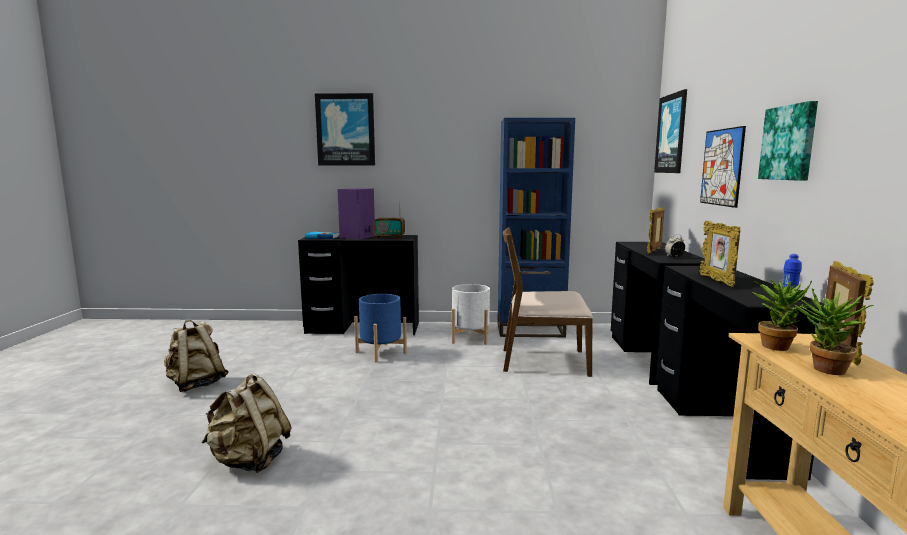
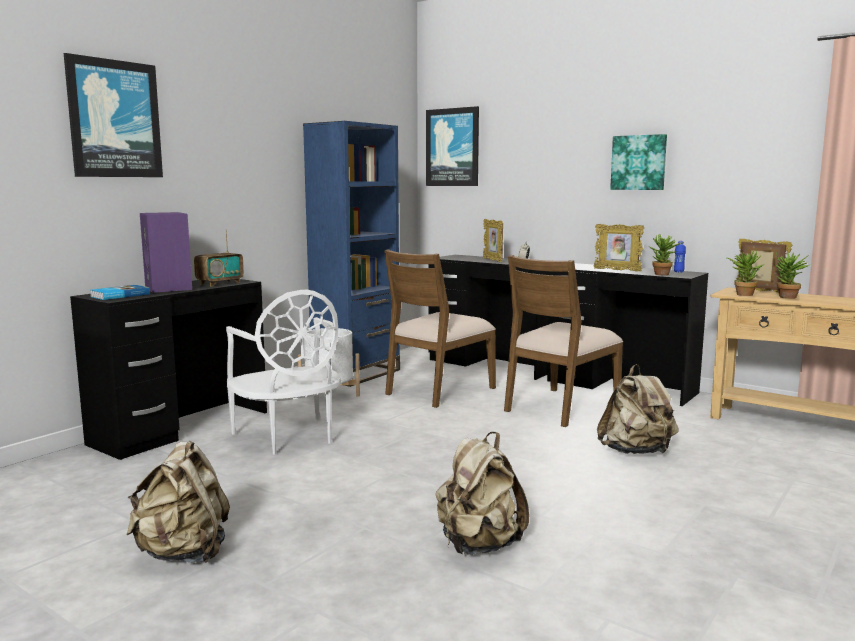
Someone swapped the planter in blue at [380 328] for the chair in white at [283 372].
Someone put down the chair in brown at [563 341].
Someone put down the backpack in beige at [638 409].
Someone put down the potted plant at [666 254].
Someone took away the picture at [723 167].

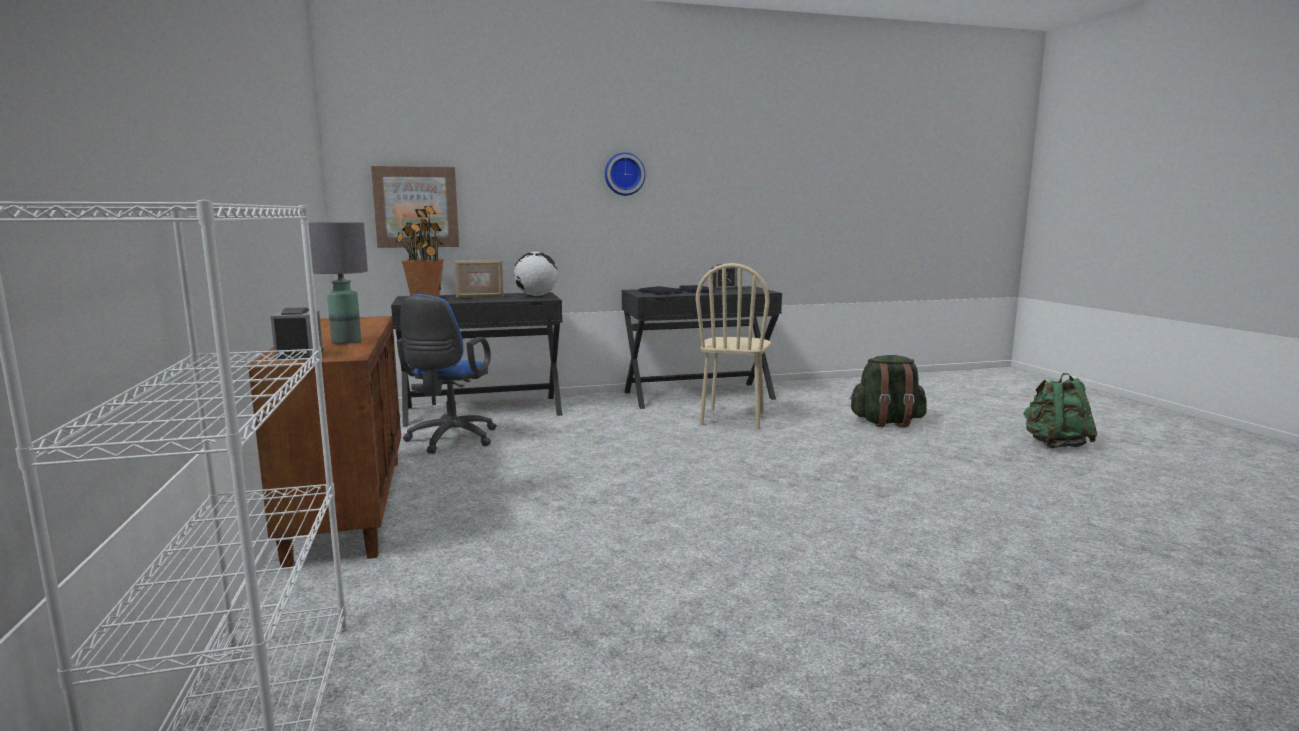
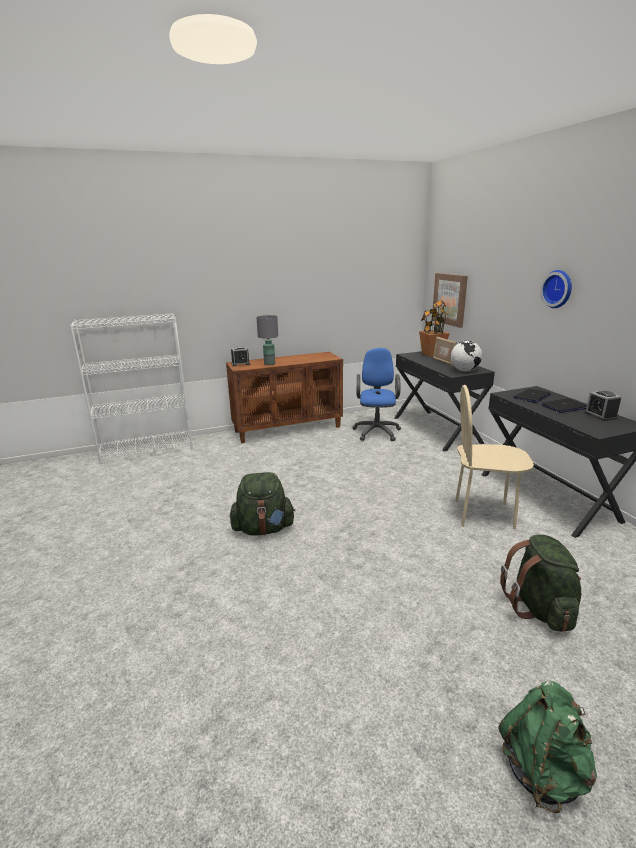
Someone put down the backpack in green at [262 504].
Someone rotated the office chair in blue at [447 374] by 90 degrees clockwise.

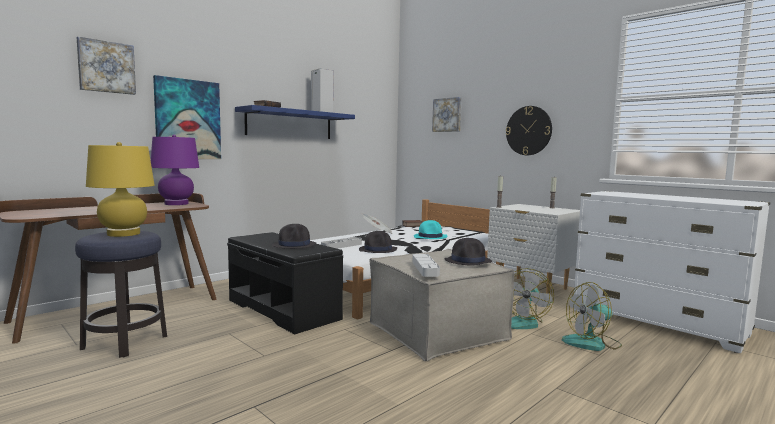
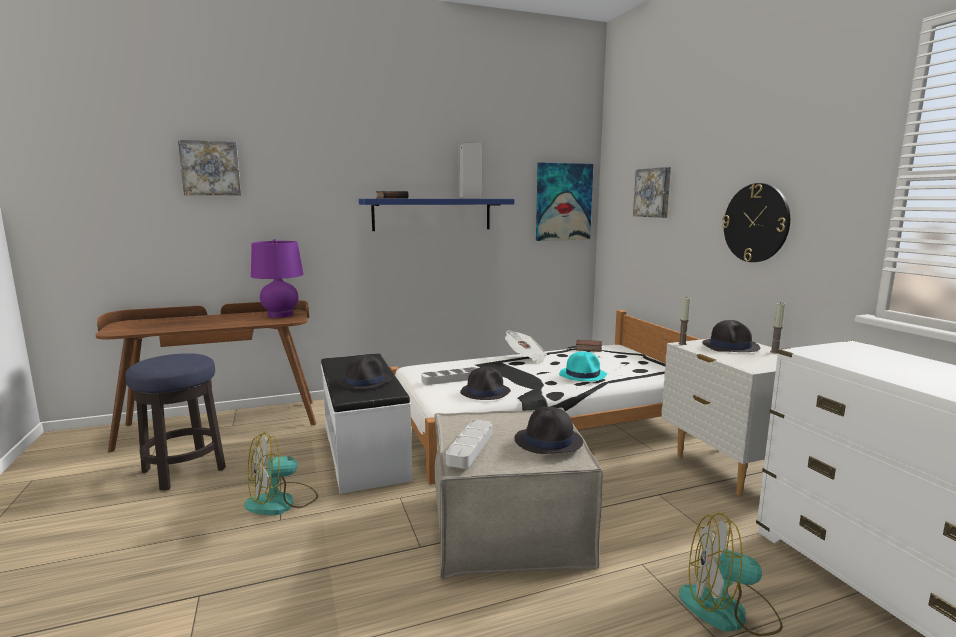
Someone carried the fan from [532 298] to [281 473].
Someone repainted the bench in black at [285 283], which became the bench in white at [367 423].
Someone carried the picture from [187 117] to [565 201].
Someone put down the hat in black at [731 336].
Someone took away the table lamp in yellow at [120 189].

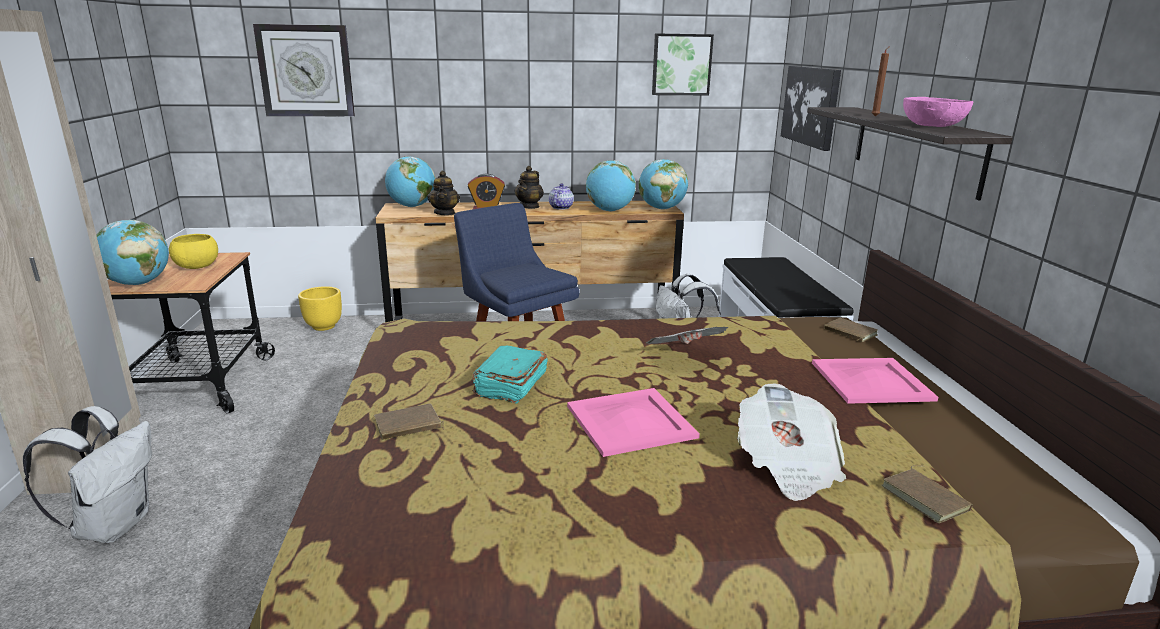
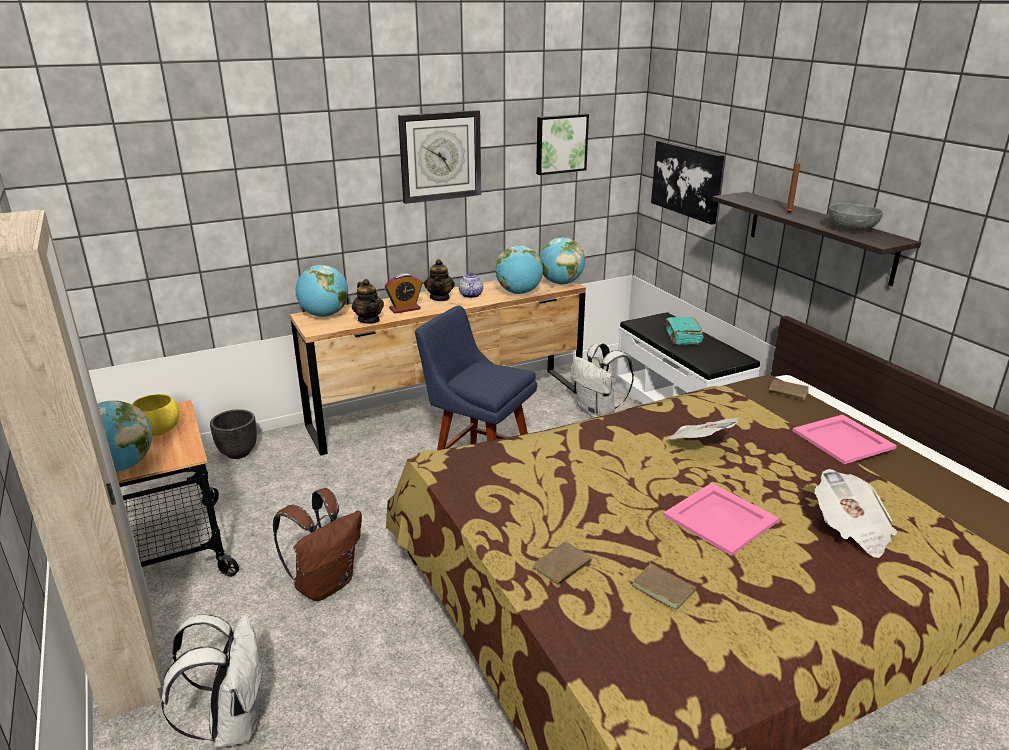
Someone repainted the planter in yellow at [320 308], which became the planter in black at [233 434].
Someone put down the backpack in brown at [317 544].
Someone carried the wall clock from [304 70] to [439 157].
Someone carried the book in brown from [927 494] to [663 584].
Someone carried the book in turquoise from [510 374] to [685 331].
Someone repainted the bowl in pink at [938 112], which became the bowl in grey at [856 217].

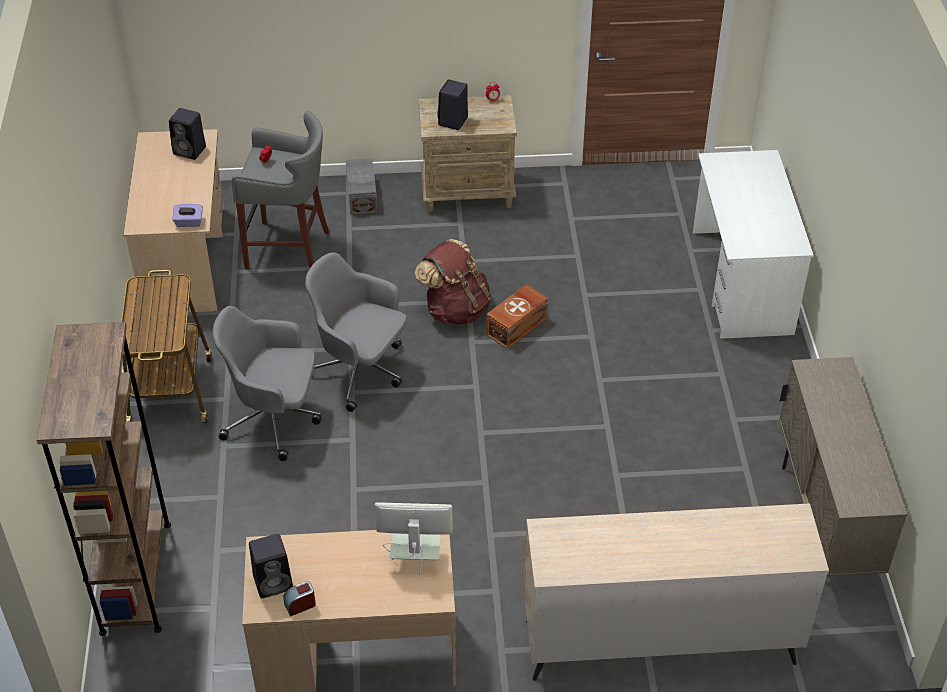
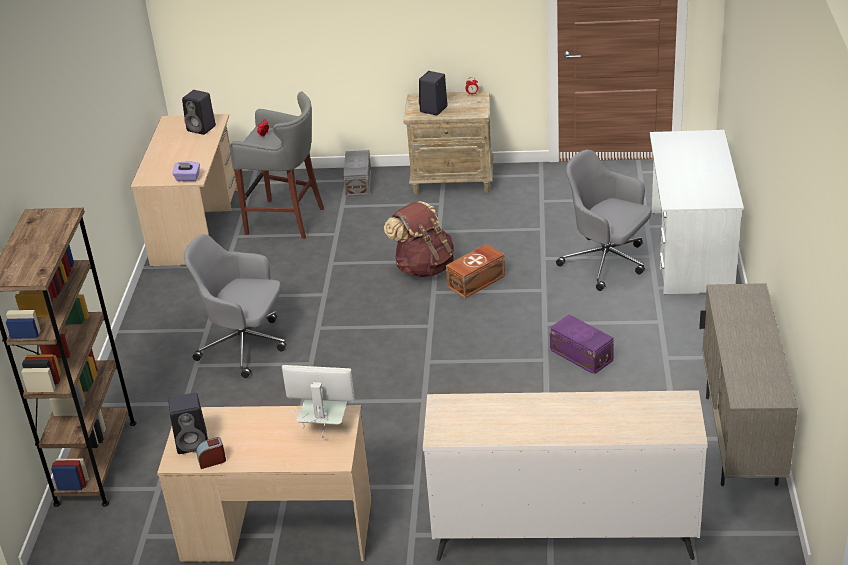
Someone put down the storage box in purple at [582 344].
Someone carried the office chair in grey from [356 332] to [604 220].
Someone took away the cart at [166 346].

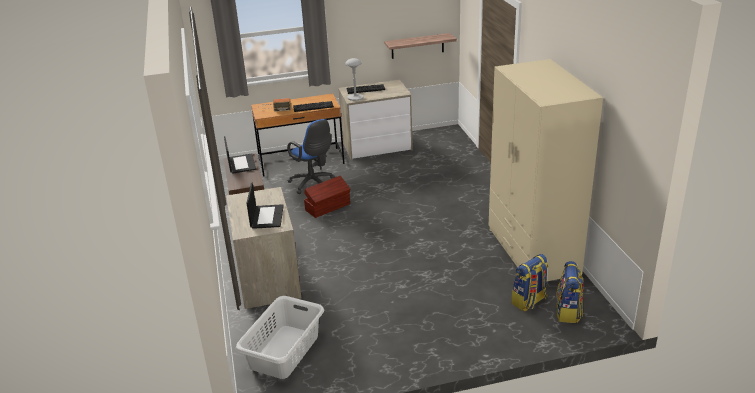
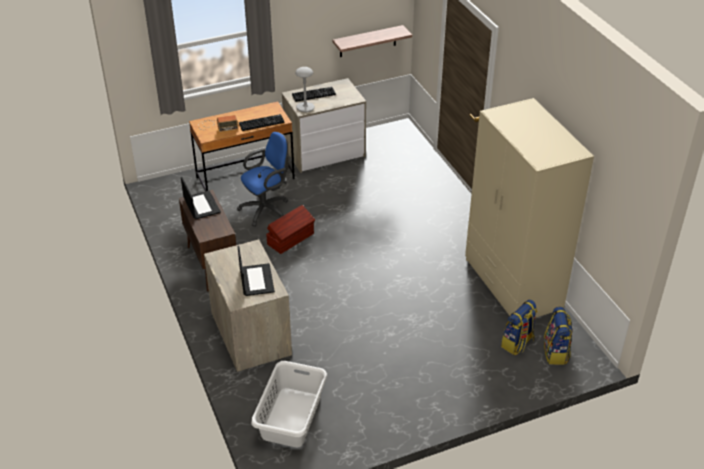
Someone rotated the office chair in blue at [311 156] by 75 degrees counterclockwise.

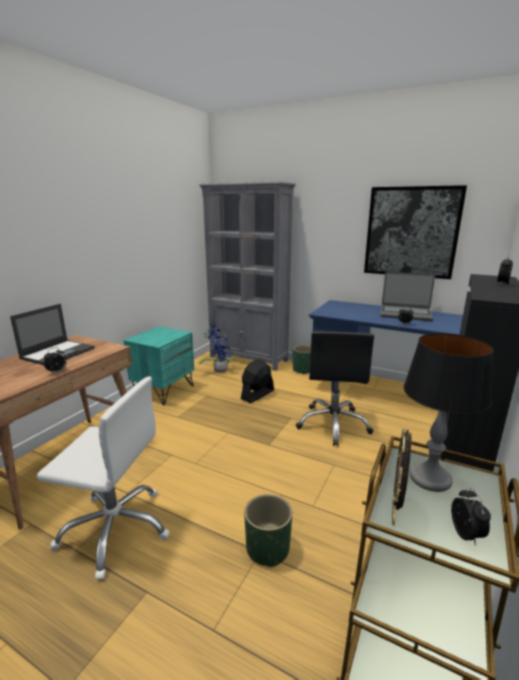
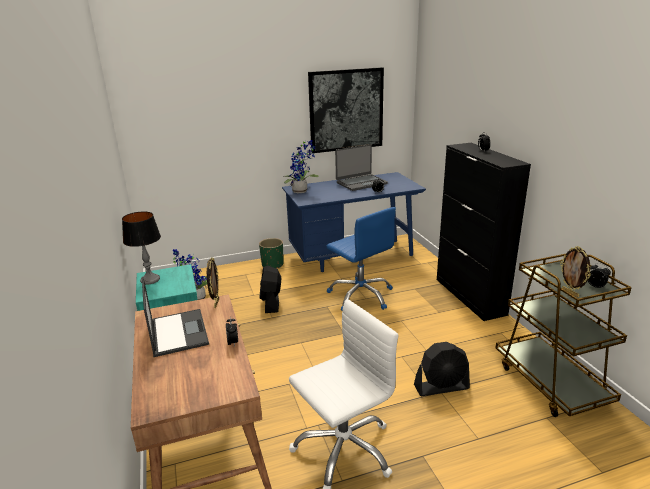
Someone carried the table lamp from [448 412] to [141 248].
Someone put down the picture frame at [213 282].
Someone put down the potted plant at [301 166].
Someone repainted the office chair in black at [335 388], which became the office chair in blue at [361 259].
Someone swapped the planter in green at [268 531] for the fan in black at [442 369].
Someone took away the bookcase in grey at [247 276].

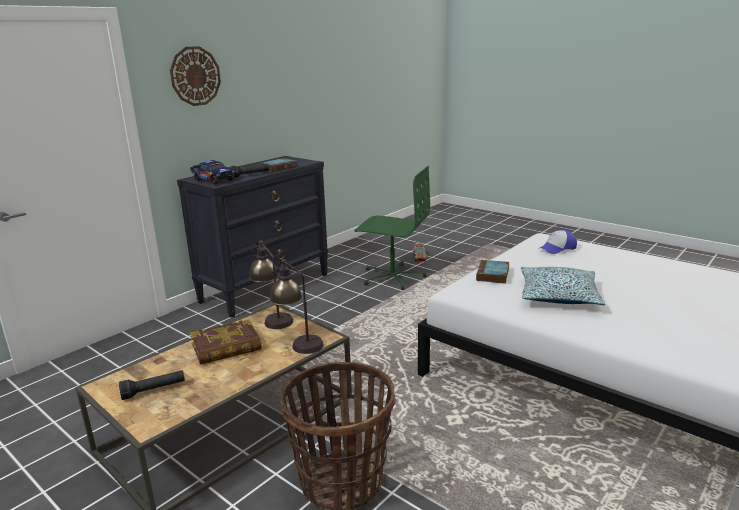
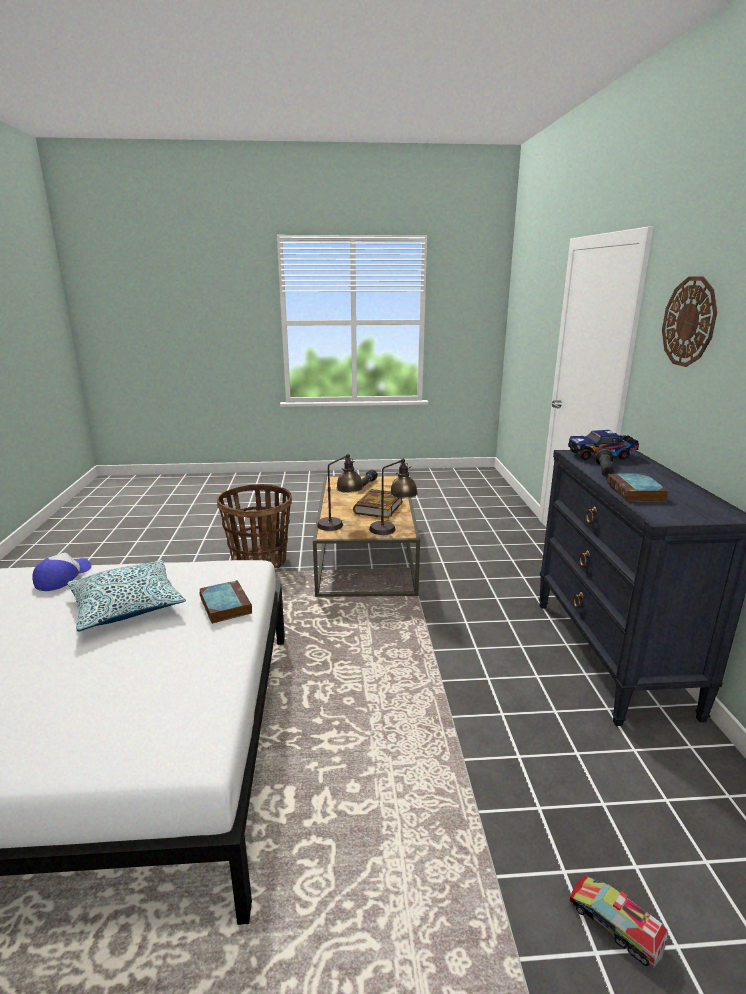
Someone carried the cap from [557 242] to [61 571].
Someone took away the office chair in green at [392 228].

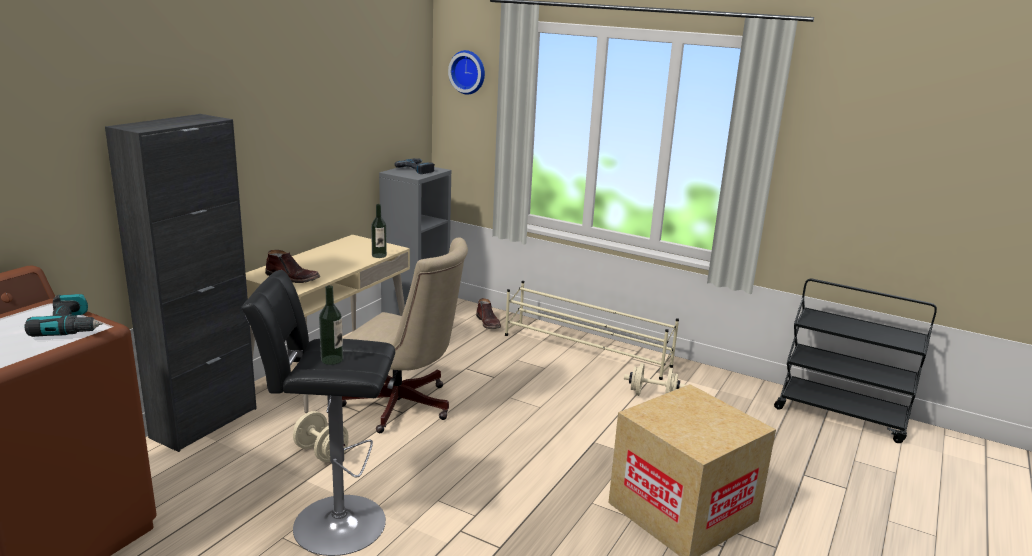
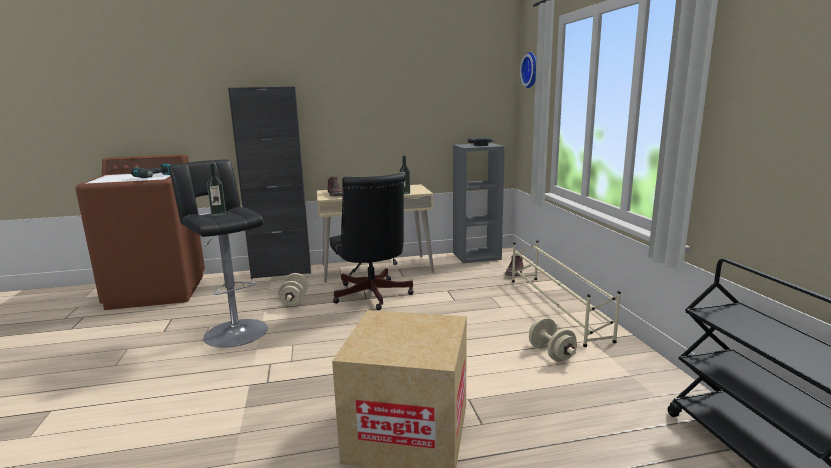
Someone repainted the office chair in beige at [405 335], which became the office chair in black at [372 241].

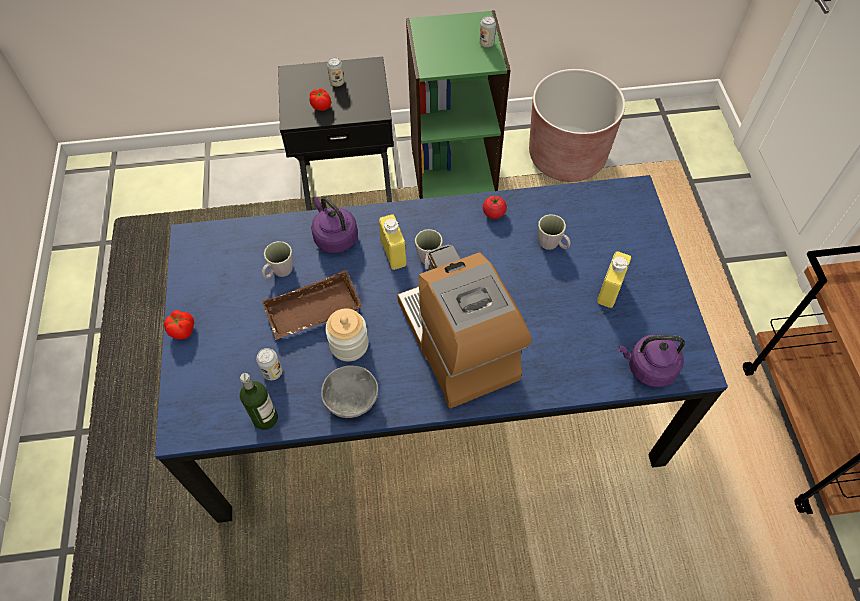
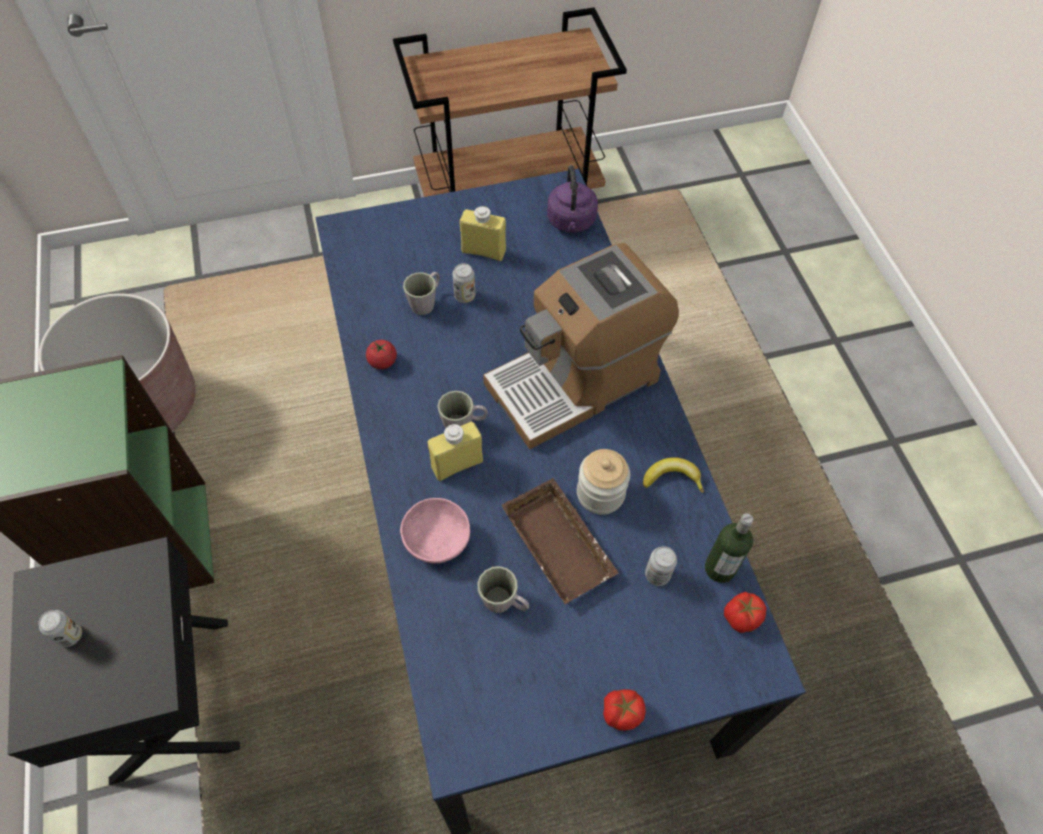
Someone swapped the kettle in purple at [334 225] for the bowl in pink at [435 530].
Someone carried the can from [487 31] to [463 283].
Someone swapped the bowl in grey at [349 391] for the banana at [673 475].
Someone carried the tomato from [320 99] to [745 612].

